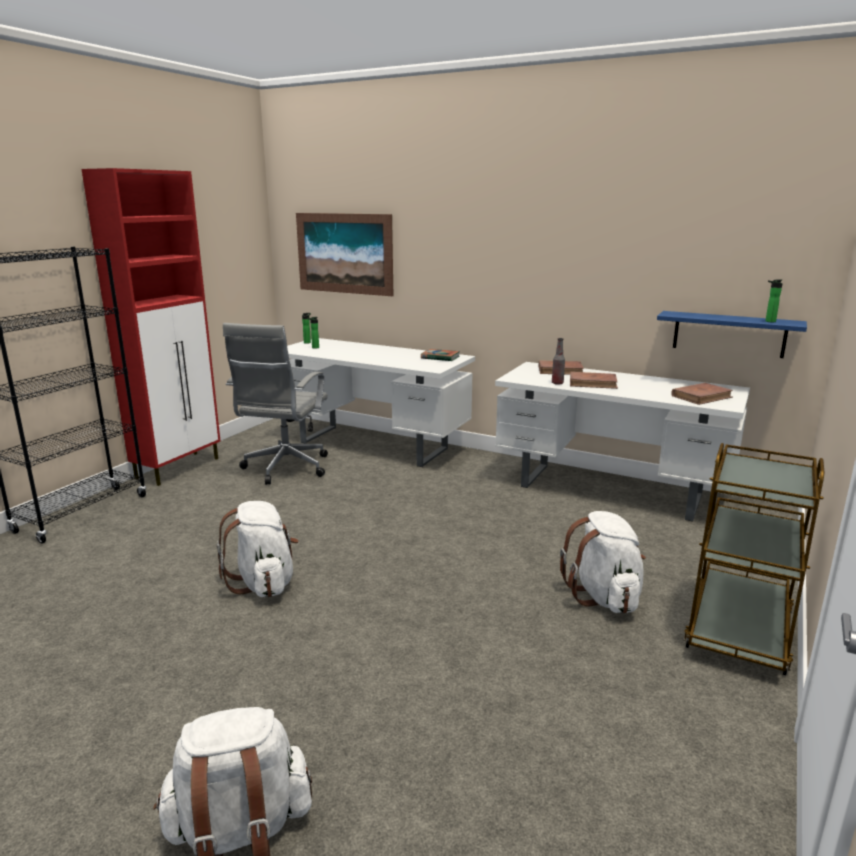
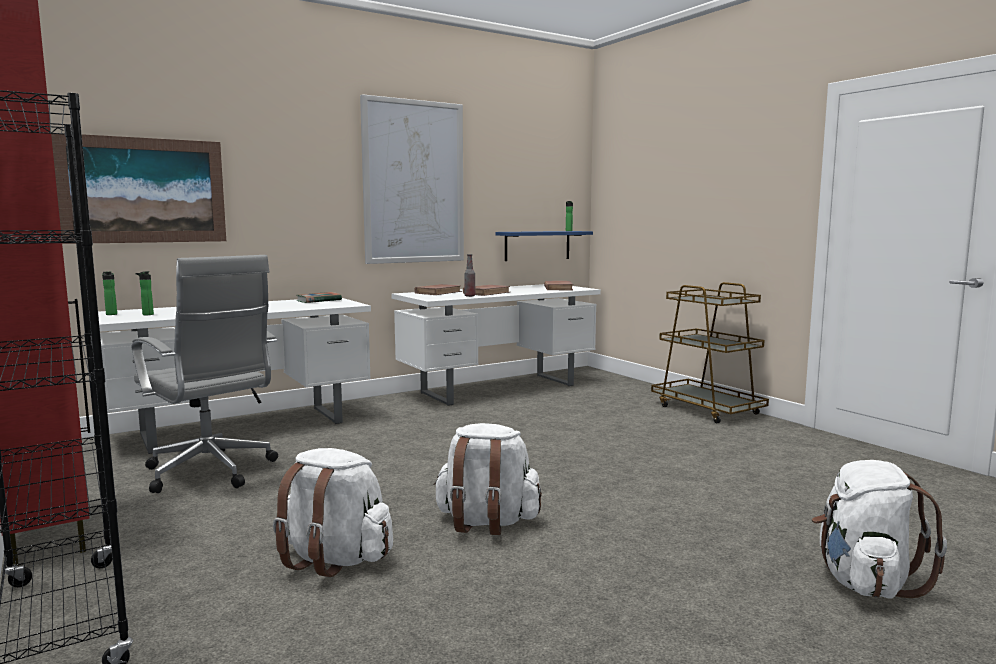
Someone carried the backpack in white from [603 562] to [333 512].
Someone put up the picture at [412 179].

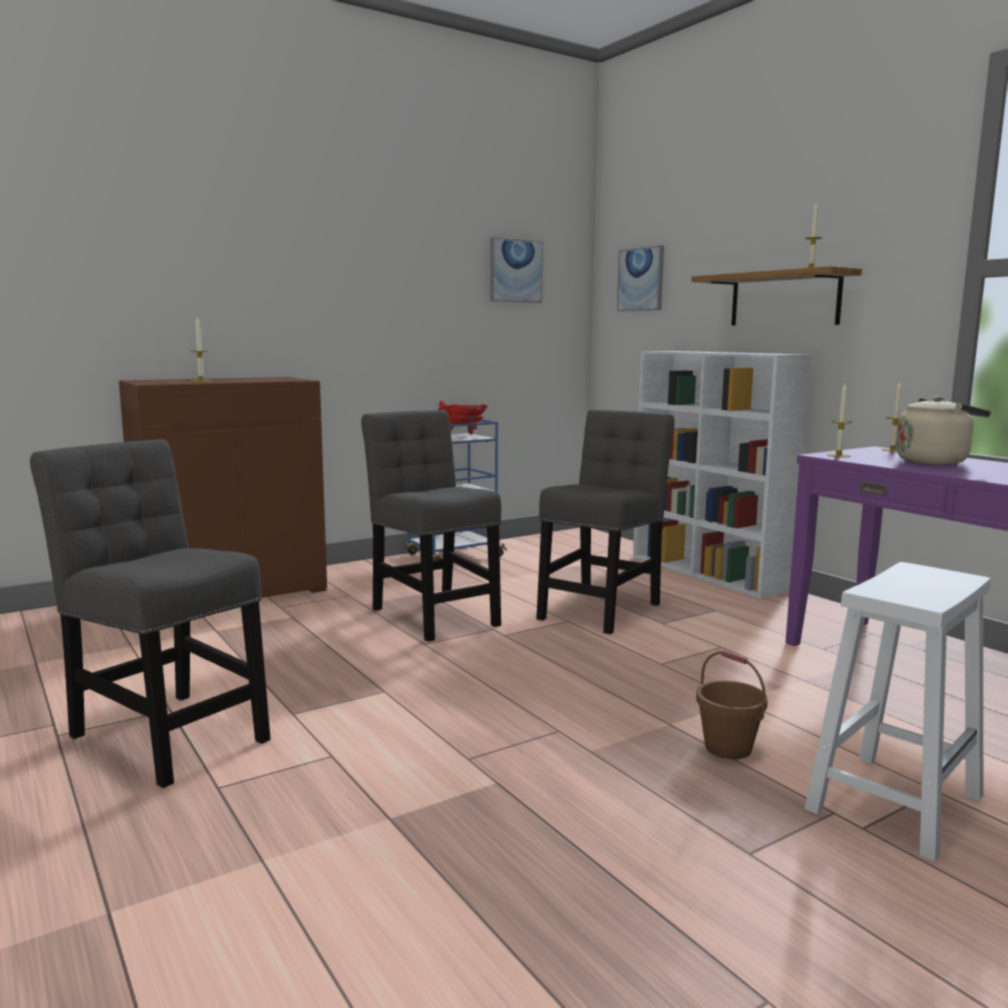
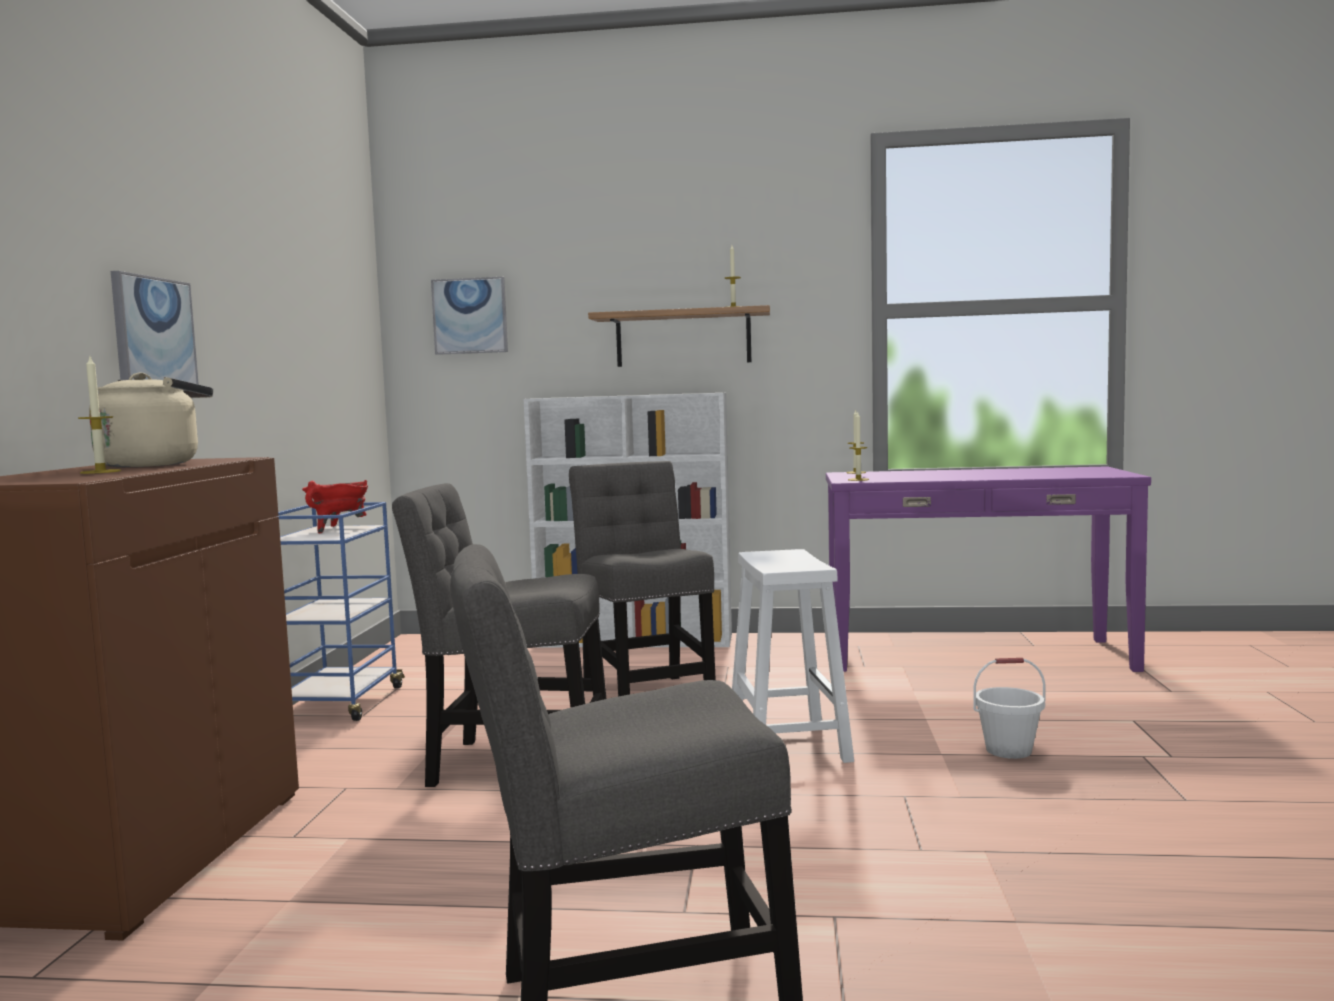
Someone carried the kettle in beige from [943 430] to [151 419].
Someone carried the picture from [516 270] to [155 327].
Someone carried the stool in white from [898 711] to [793 656].
Someone repainted the bucket in brown at [732 705], which became the bucket in white at [1009 708].

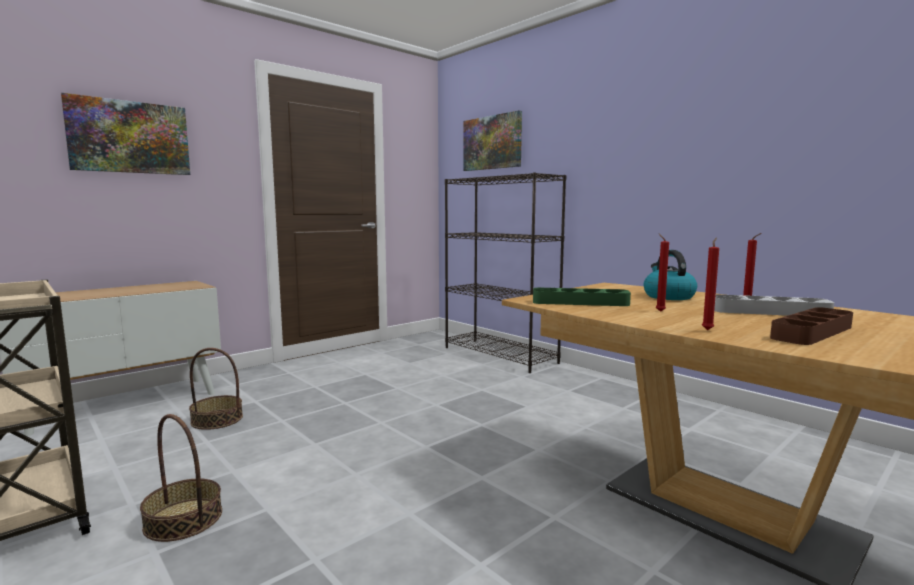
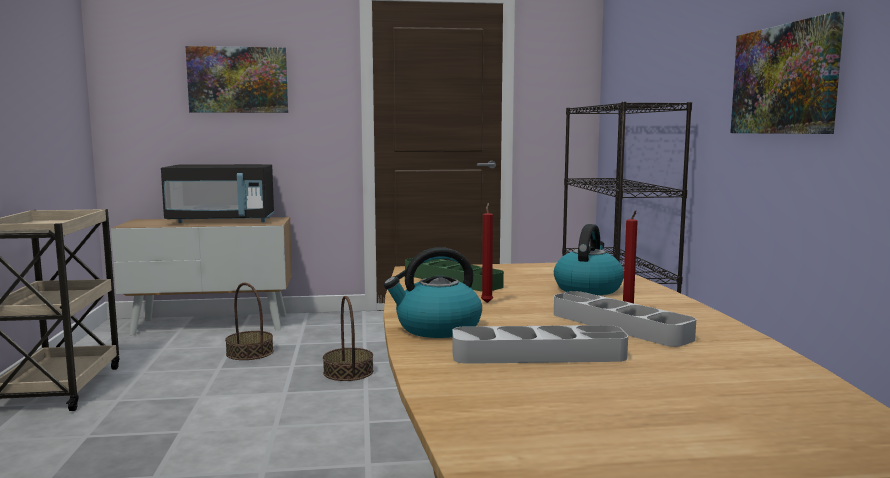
Someone put down the microwave in black at [217 193].
Someone carried the basket from [181 478] to [348 338].
Someone swapped the candle in red at [710 284] for the kettle at [433 292].
Someone repainted the tray in brown at [811 326], which became the tray in grey at [540 344].
Someone carried the picture from [492 140] to [787 73].

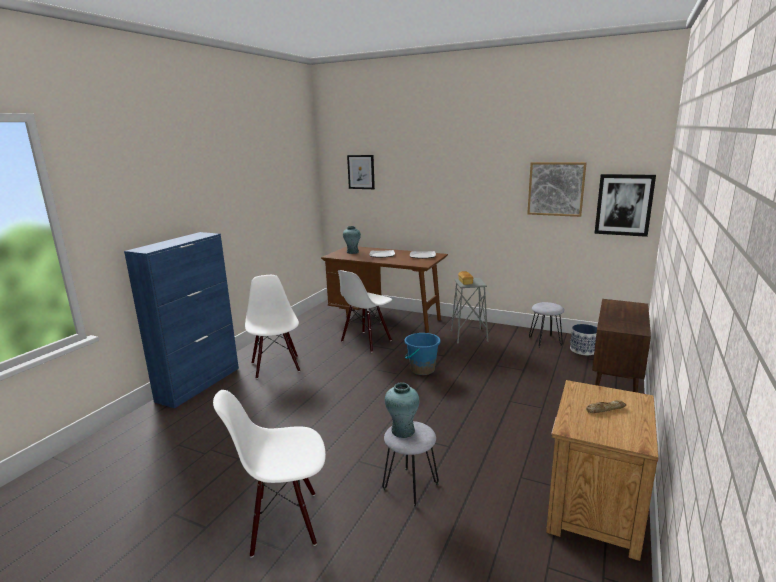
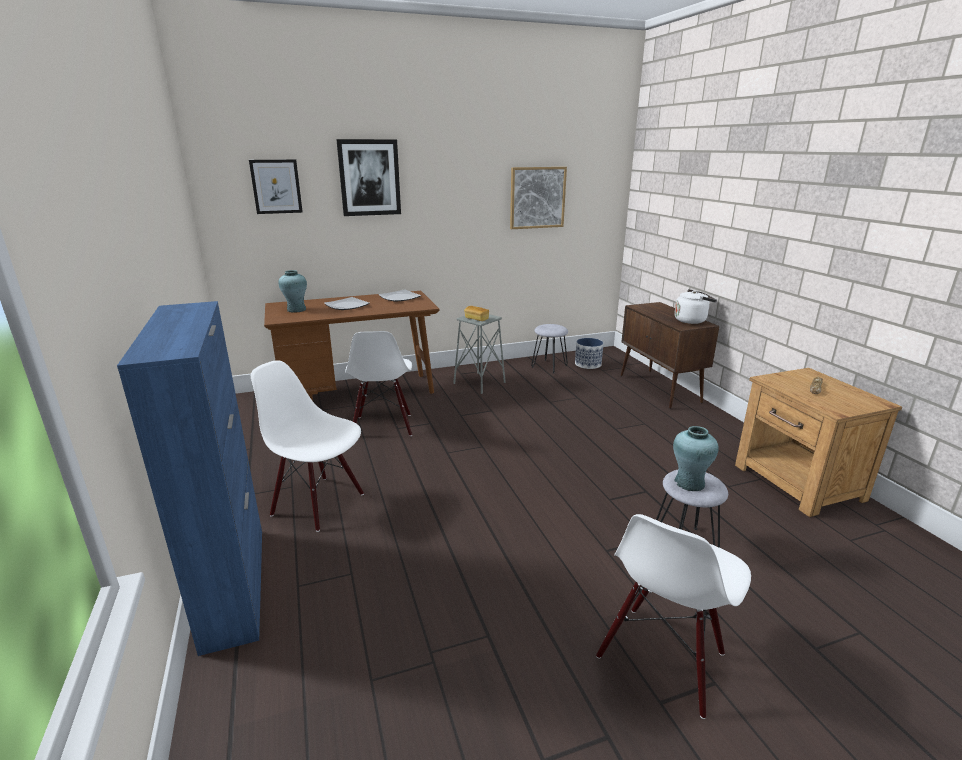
Someone carried the picture from [625 205] to [368 177].
Someone put down the kettle in white at [695 306].
Someone took away the bucket in blue at [423 354].

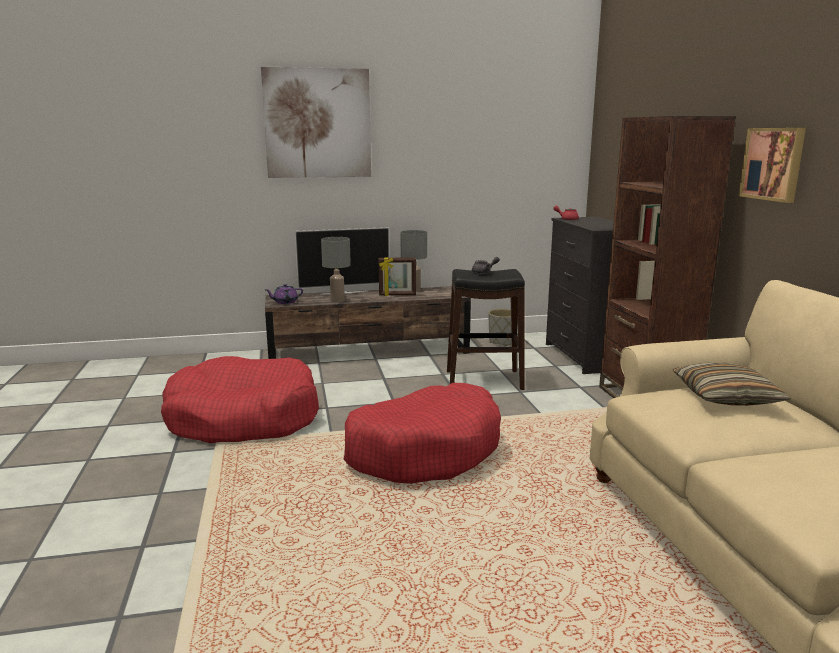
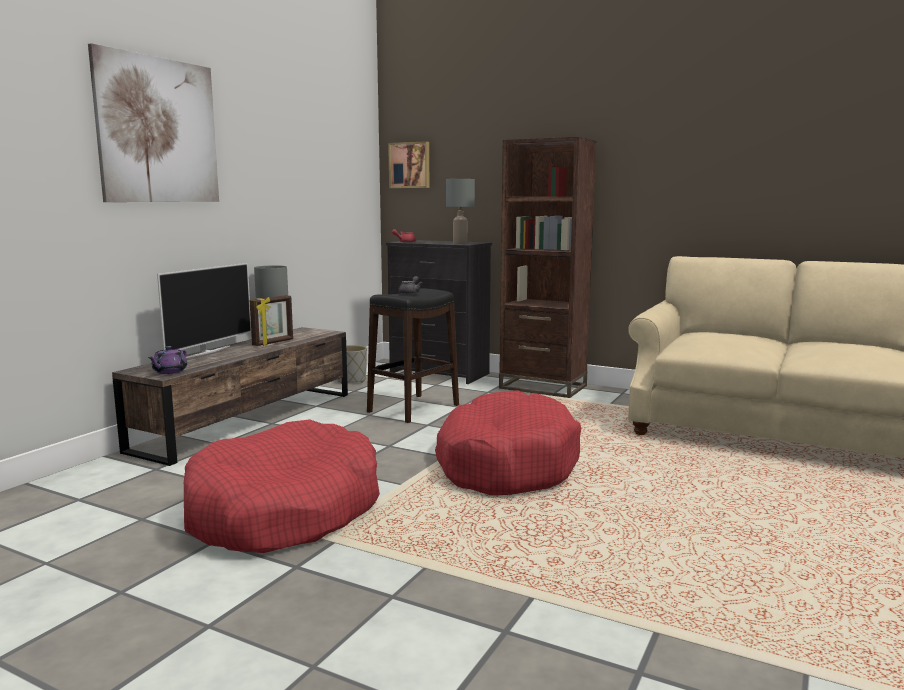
Someone carried the picture from [772 165] to [408 164].
Someone carried the table lamp in grey from [336 269] to [460 211].
Someone took away the pillow at [732 384].

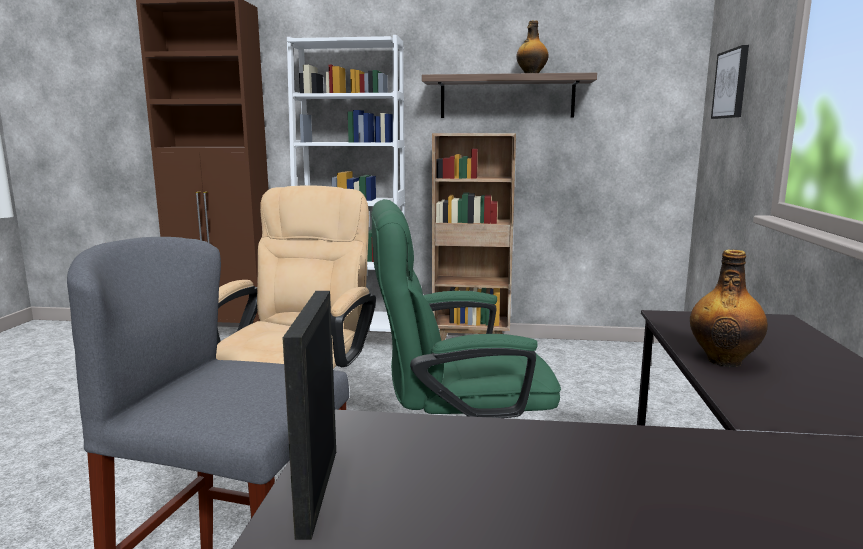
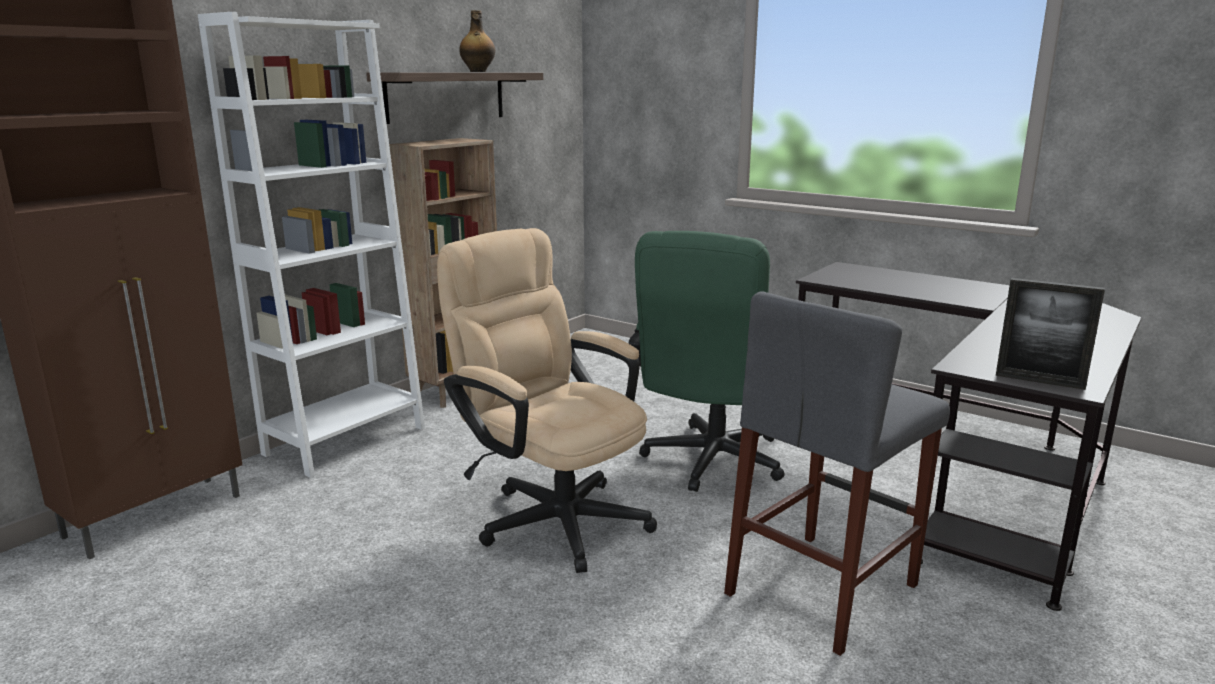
Someone took away the bottle at [729 308].
Someone took away the picture at [730 82].

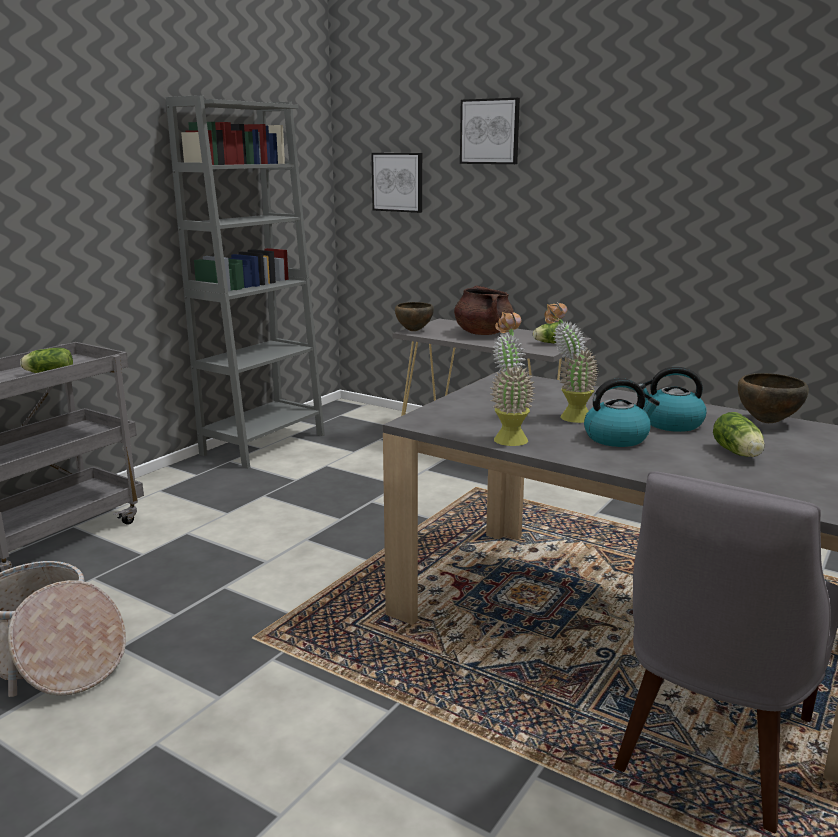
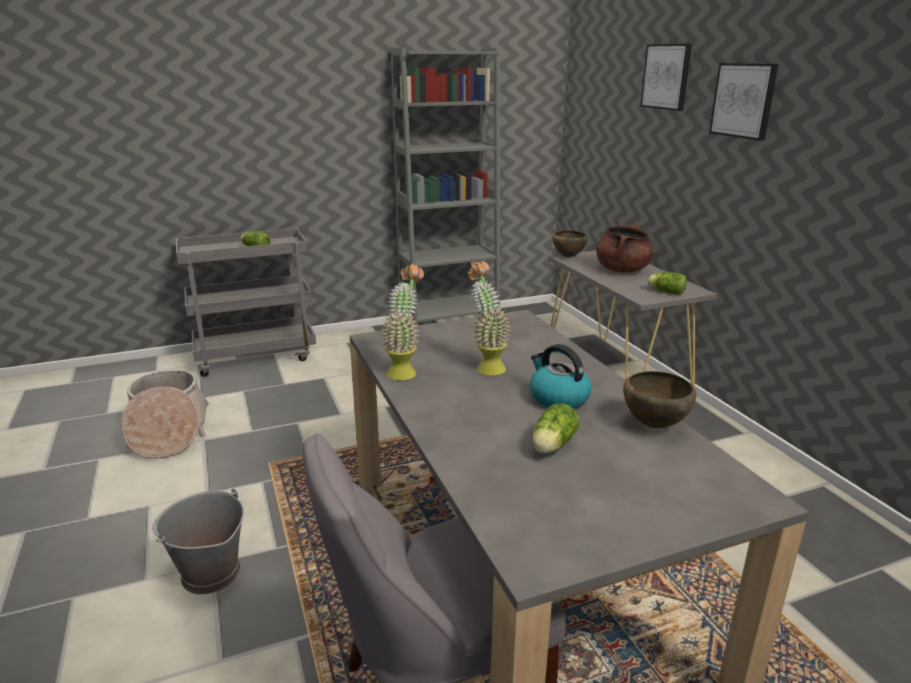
Someone put down the bucket in grey at [198 541].
Someone carried the picture from [396 183] to [744 102].
Someone took away the kettle at [622 412].

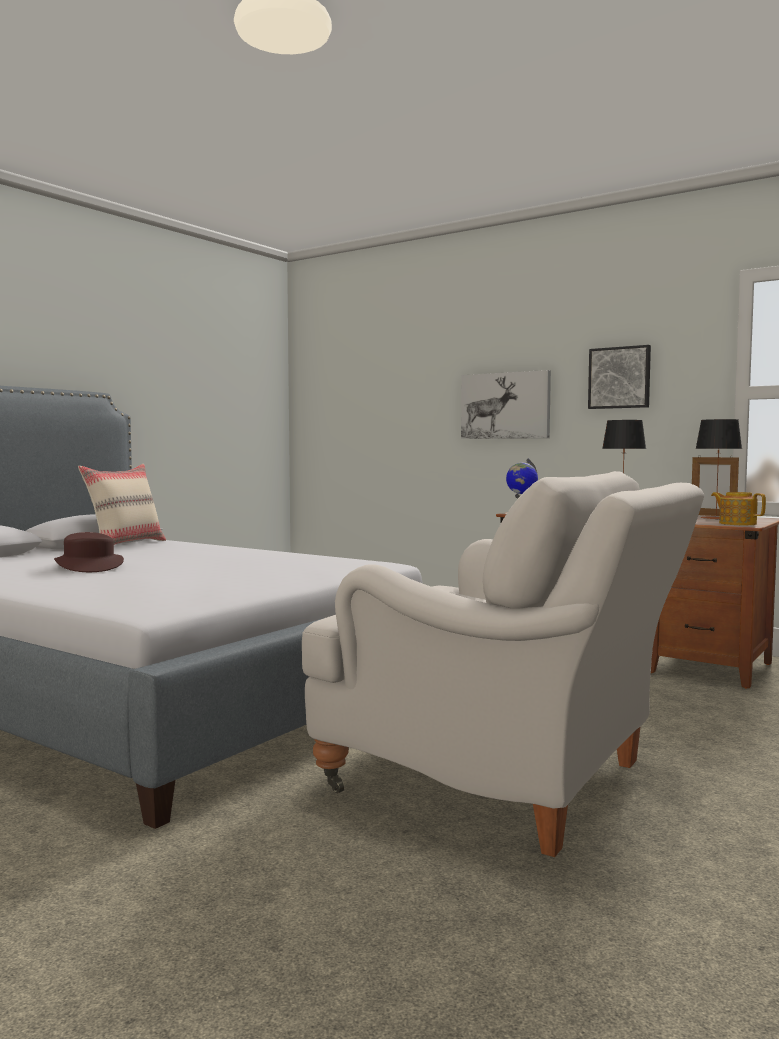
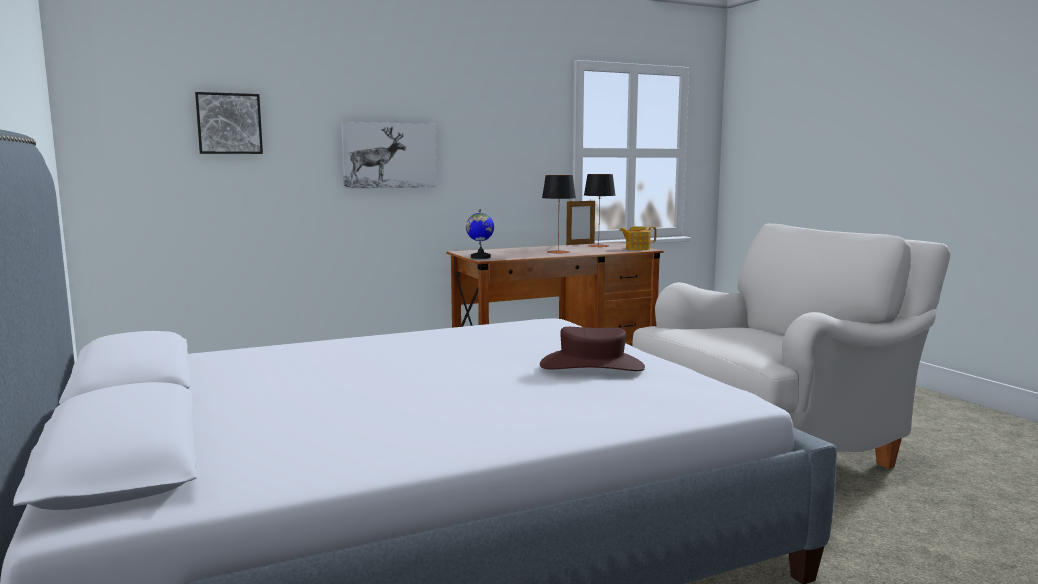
Someone carried the picture from [619 377] to [229 123].
Someone carried the hat in brown from [89 552] to [592 349].
Someone took away the pillow in beige at [122 504].

